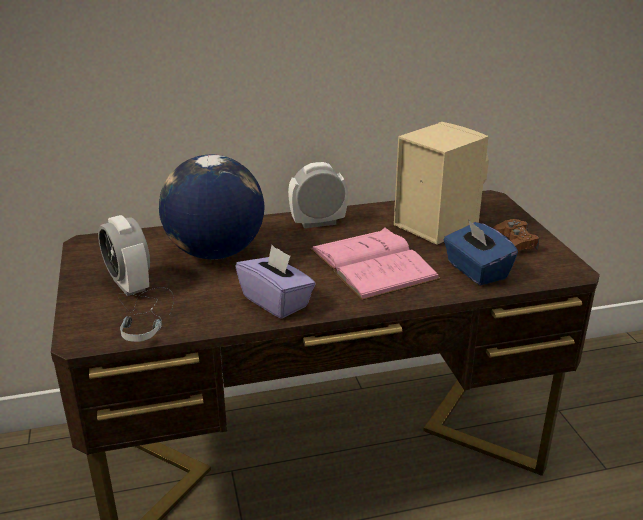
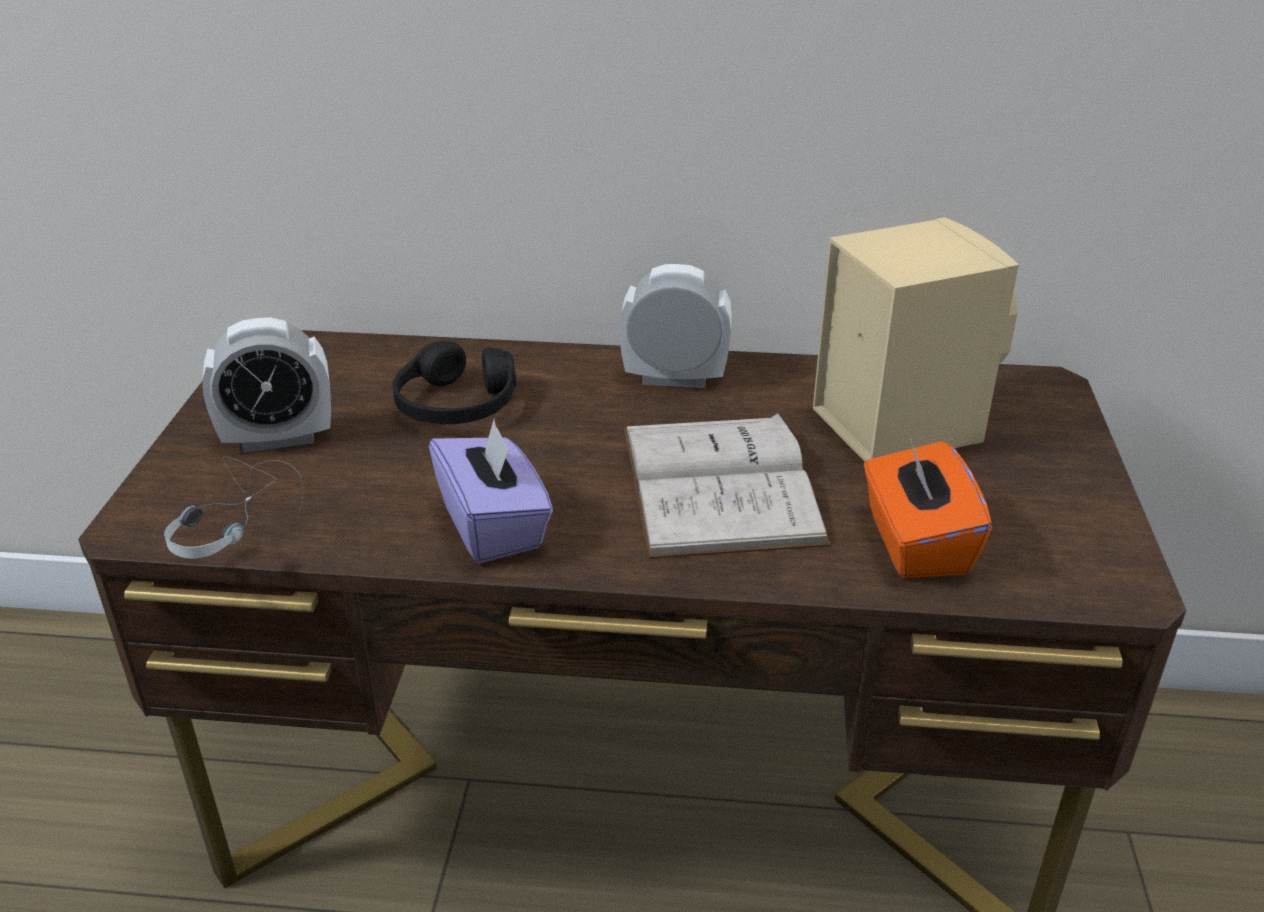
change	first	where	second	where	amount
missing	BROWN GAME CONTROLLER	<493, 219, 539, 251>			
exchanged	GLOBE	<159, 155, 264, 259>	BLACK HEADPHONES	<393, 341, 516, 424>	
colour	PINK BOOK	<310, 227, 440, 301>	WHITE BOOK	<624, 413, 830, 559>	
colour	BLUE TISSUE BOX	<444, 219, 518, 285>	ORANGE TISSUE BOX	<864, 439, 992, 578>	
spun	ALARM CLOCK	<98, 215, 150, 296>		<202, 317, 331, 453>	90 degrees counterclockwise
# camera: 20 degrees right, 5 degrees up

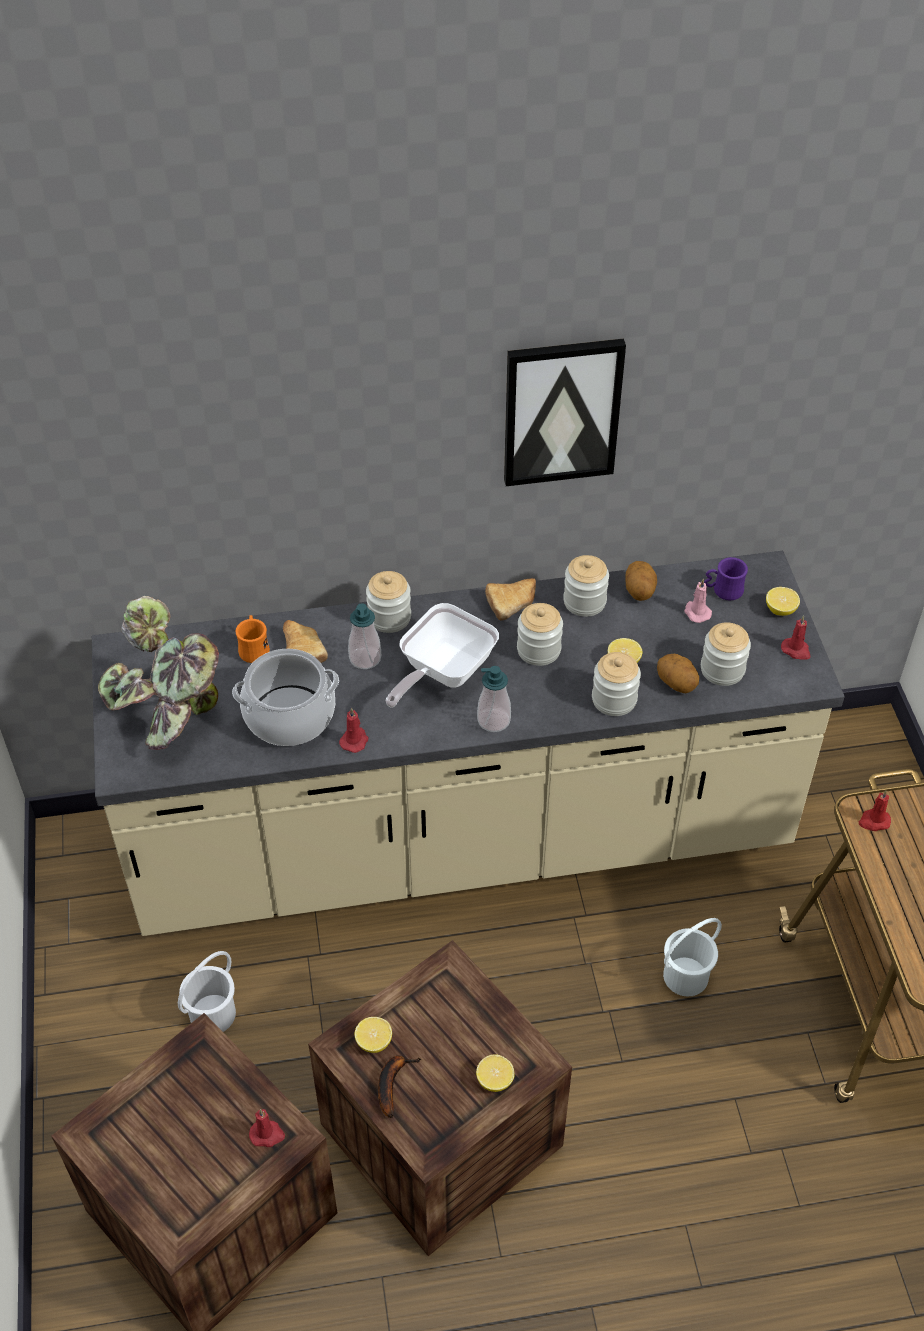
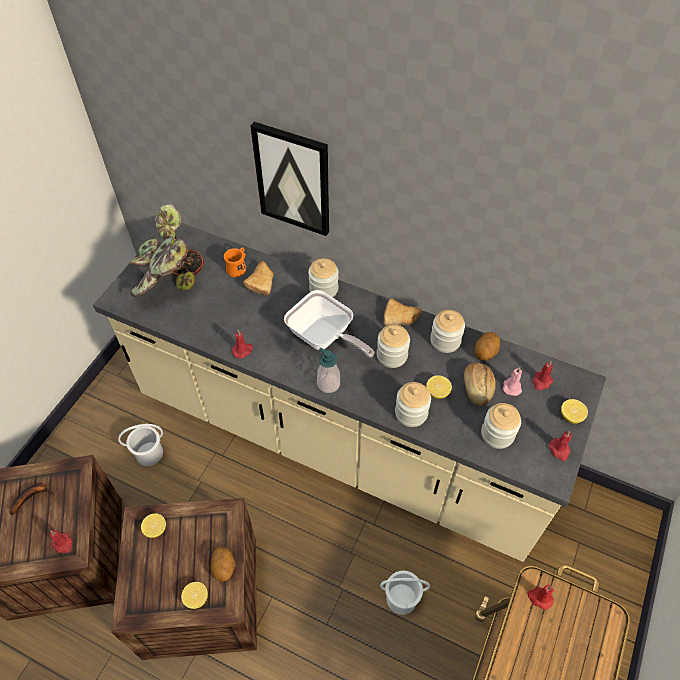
change	first	where	second	where	amount
missing	COOKING POT	<232, 649, 339, 746>			
missing	SOAP DISPENSER	<348, 603, 381, 669>			
appeared			BREAD	<464, 363, 496, 406>	
relocated	BANANA	<378, 1056, 421, 1118>		<10, 483, 53, 515>	
relocated	PICTURE	<504, 338, 626, 486>		<251, 122, 329, 236>	
relocated	POTATO	<657, 654, 699, 693>		<211, 547, 235, 582>	
exchanged	PURPLE MUG	<704, 557, 748, 601>	RED CANDLE	<532, 361, 553, 390>	
spun	FRYING PAN	<386, 603, 499, 707>		<284, 290, 374, 357>	120 degrees counterclockwise
# camera: 35 degrees right, 5 degrees up

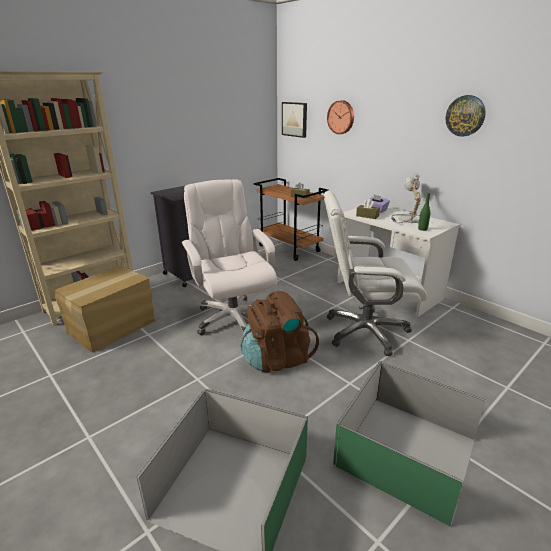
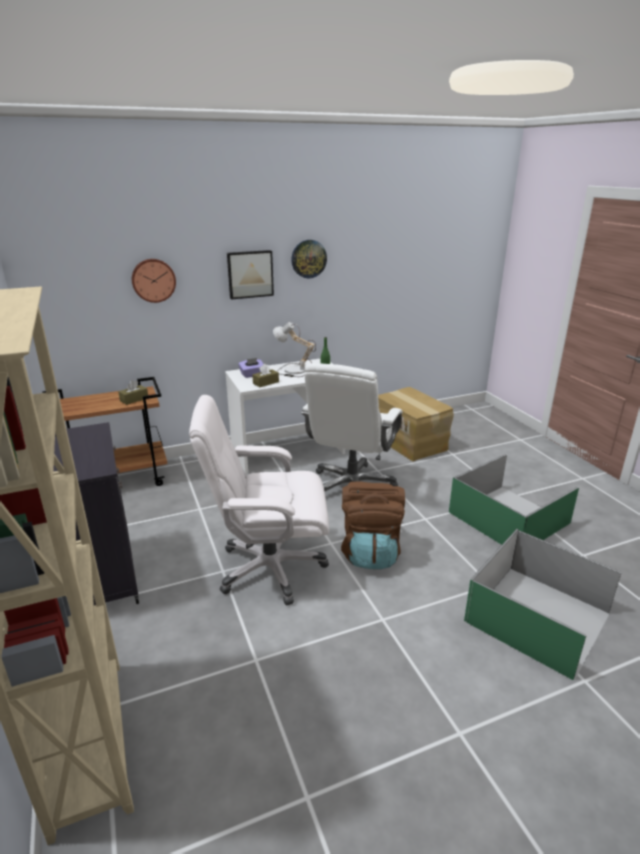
change	first	where	second	where	amount
relocated	CARDBOARD BOX	<54, 266, 156, 353>		<378, 387, 454, 461>	
relocated	PICTURE	<282, 102, 307, 138>		<227, 250, 274, 300>	
# camera: 70 degrees left, 0 degrees up

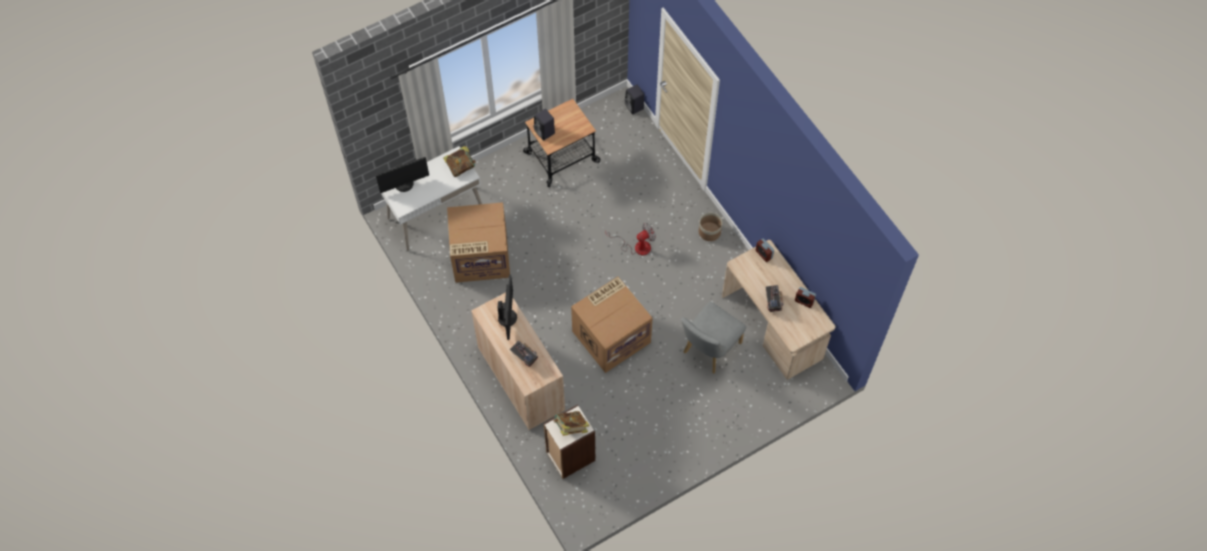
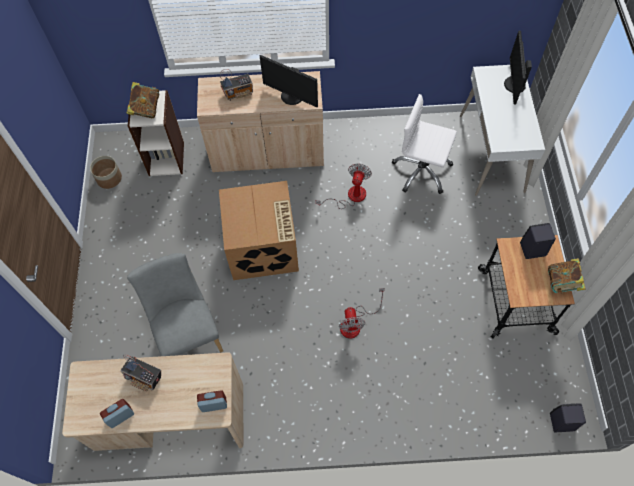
change	first	where	second	where	amount
appeared			FAN	<316, 163, 372, 209>	
relocated	BOOK	<443, 146, 475, 177>		<548, 258, 586, 294>	
relocated	PLANTER	<699, 213, 722, 241>		<90, 156, 122, 189>	
exchanged	CARDBOARD BOX	<447, 202, 510, 283>	WHITE OFFICE CHAIR	<392, 94, 457, 194>	
# camera: 120 degrees right, 0 degrees up

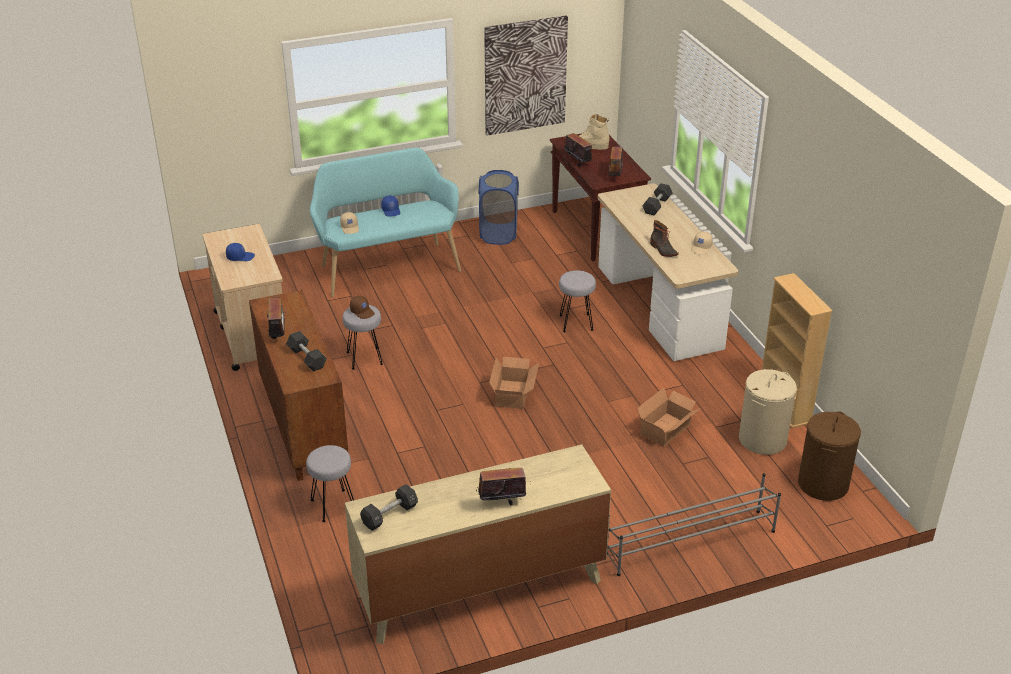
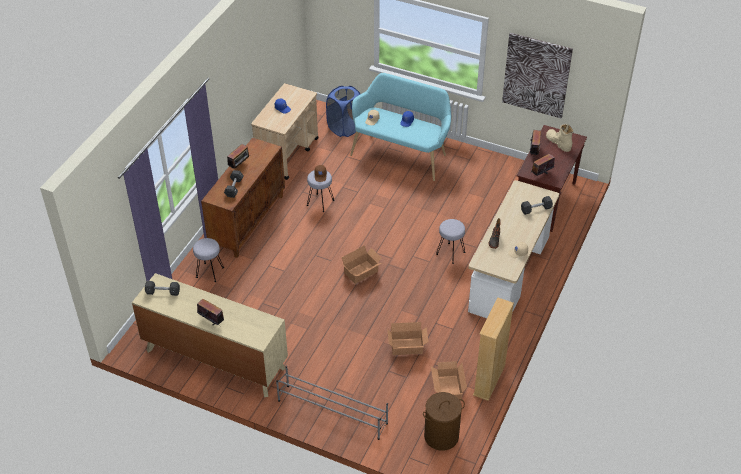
change	first	where	second	where	amount
relocated	BLUE LAUNDRY BASKET	<478, 170, 519, 245>		<326, 86, 360, 137>	
exchanged	BEIGE LAUNDRY BASKET	<739, 369, 797, 455>	CARDBOARD BOX	<431, 361, 467, 401>	
# camera: 45 degrees right, 10 degrees up

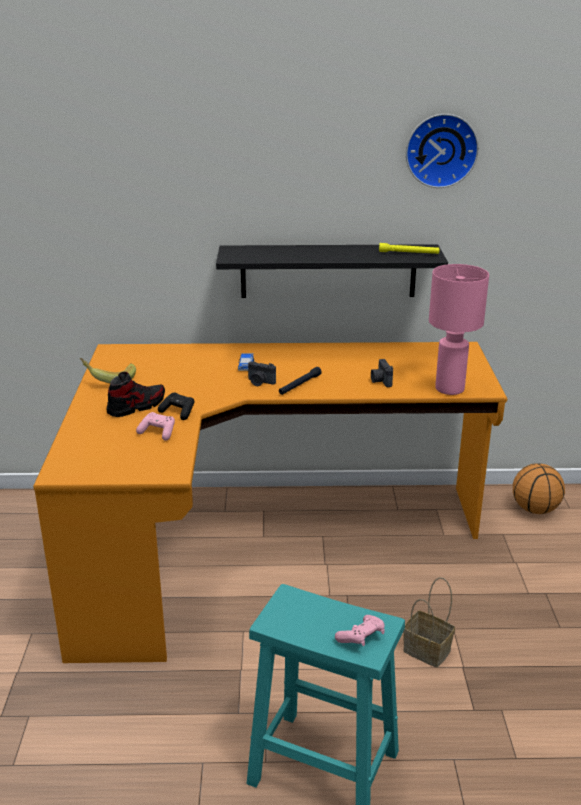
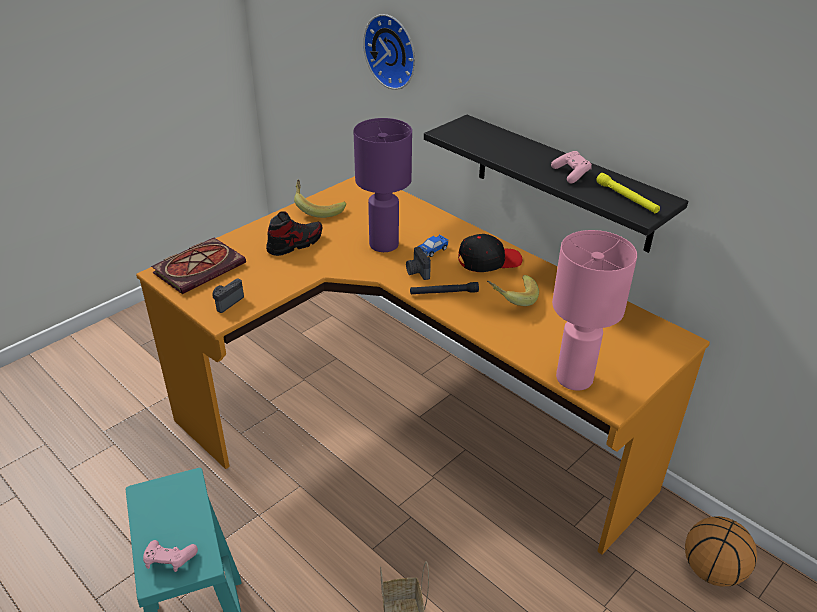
change	first	where	second	where	amount
missing	BLACK GAME CONTROLLER	<158, 392, 195, 420>			
appeared			BOOK	<151, 238, 246, 294>	
appeared			PURPLE TABLE LAMP	<354, 118, 412, 252>	
appeared			BLACK CAP	<458, 234, 522, 272>	
appeared			BANANA	<487, 275, 539, 306>	
relocated	PINK GAME CONTROLLER	<136, 412, 175, 441>		<551, 151, 592, 183>	
relocated	PHOTO CAMERA	<371, 359, 393, 387>		<212, 279, 244, 313>	
relocated	WALL CLOCK	<406, 114, 479, 188>		<363, 14, 415, 90>	
spun	SHOE	<107, 372, 165, 417>		<266, 212, 322, 256>	45 degrees counterclockwise
# camera: 45 degrees right, 10 degrees up

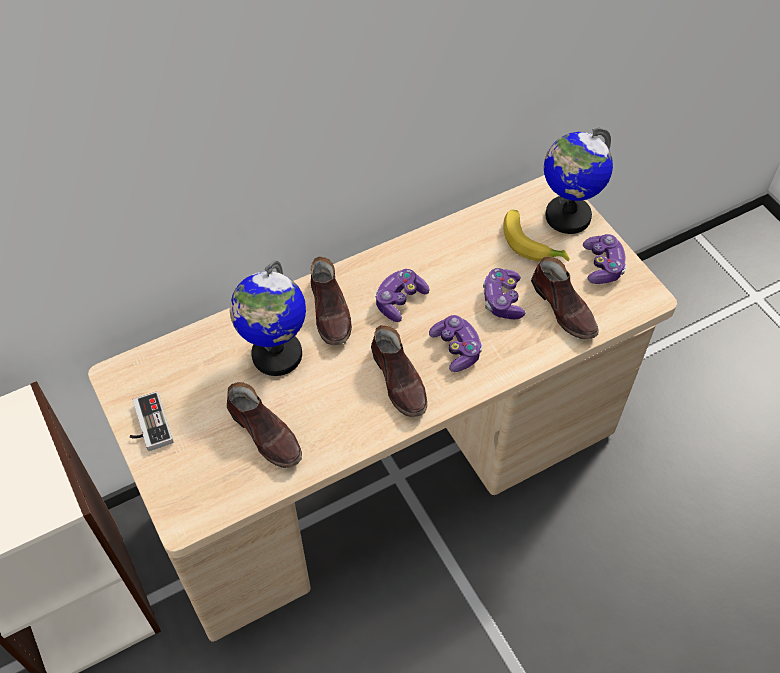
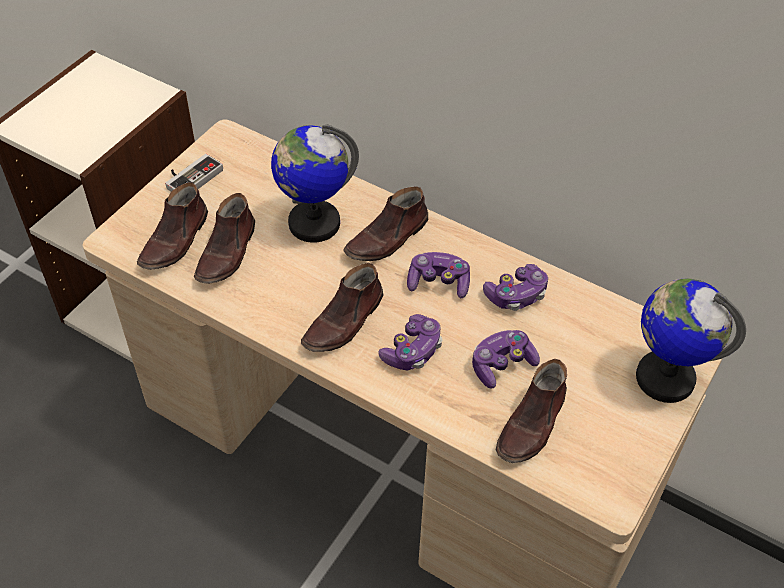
change	first	where	second	where	amount
missing	BANANA	<503, 210, 570, 261>			
appeared			BROWN SHOE	<137, 182, 208, 270>	
relocated	GAME CONTROLLER	<583, 234, 626, 284>		<483, 264, 548, 311>	
# camera: 60 degrees right, 5 degrees down

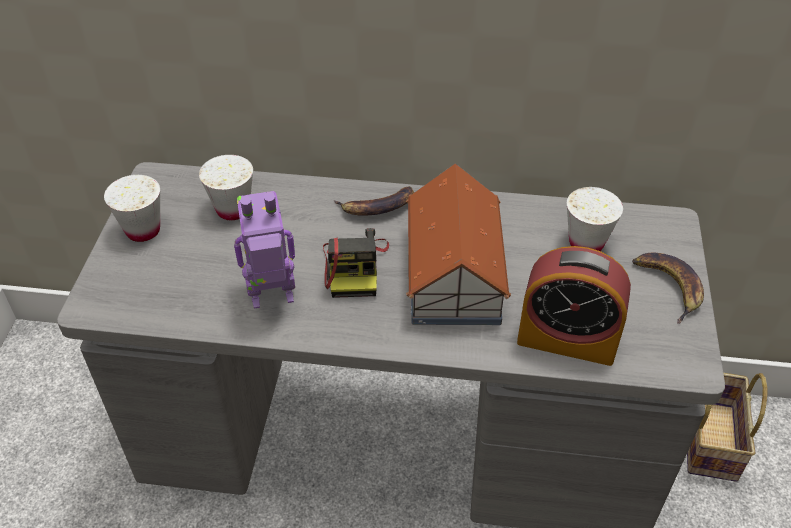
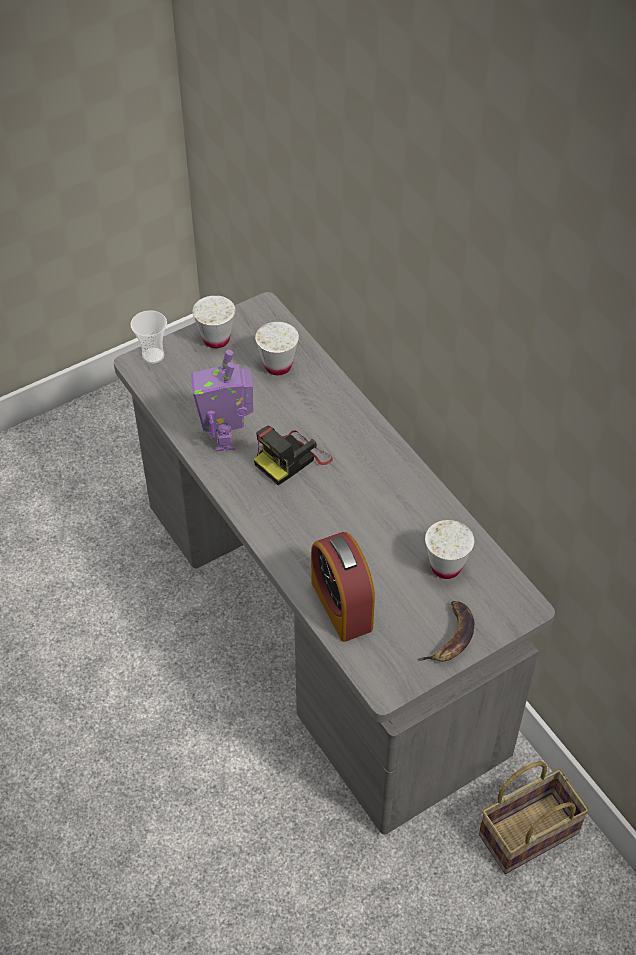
change	first	where	second	where	amount
missing	BANANA	<334, 186, 414, 216>			
missing	TOY HOUSE	<406, 163, 511, 325>			
appeared			CUP	<130, 310, 167, 364>	
spun	TOY ROBOT	<234, 191, 295, 309>		<191, 350, 253, 451>	135 degrees counterclockwise
# camera: 50 degrees right, 5 degrees up

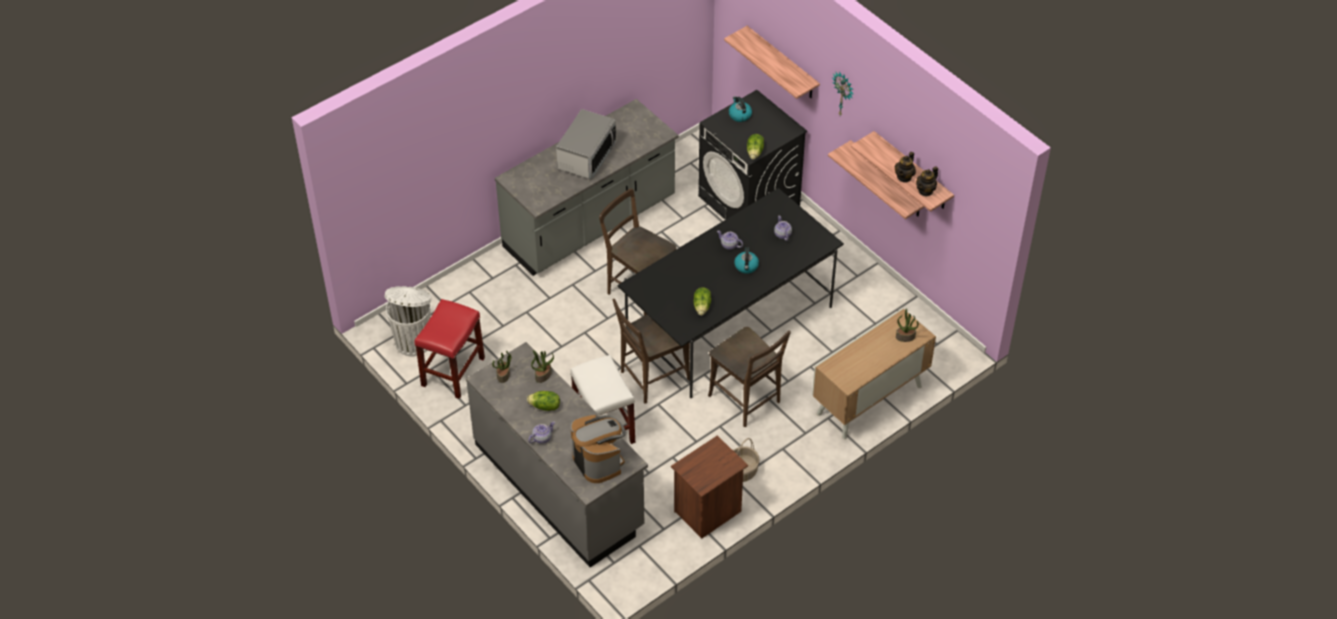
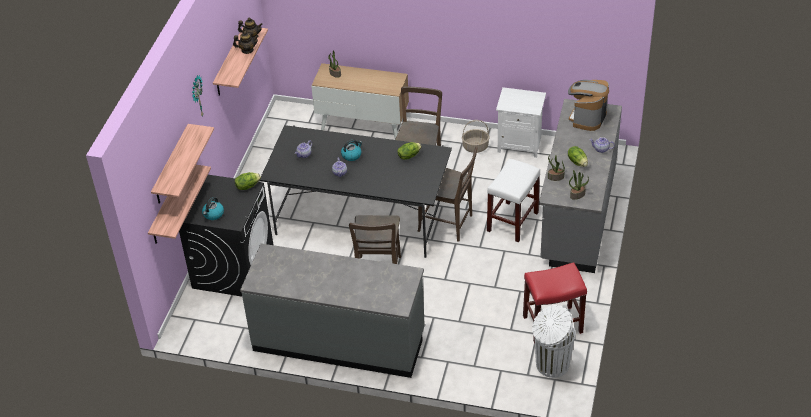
change	first	where	second	where	amount
missing	MICROWAVE	<556, 109, 616, 180>			
relocated	SHELF	<828, 140, 924, 219>		<148, 165, 211, 244>	
colour	BROWN NIGHTSTAND	<671, 435, 748, 538>	WHITE NIGHTSTAND	<496, 87, 546, 158>	
# camera: 125 degrees left, 5 degrees down

